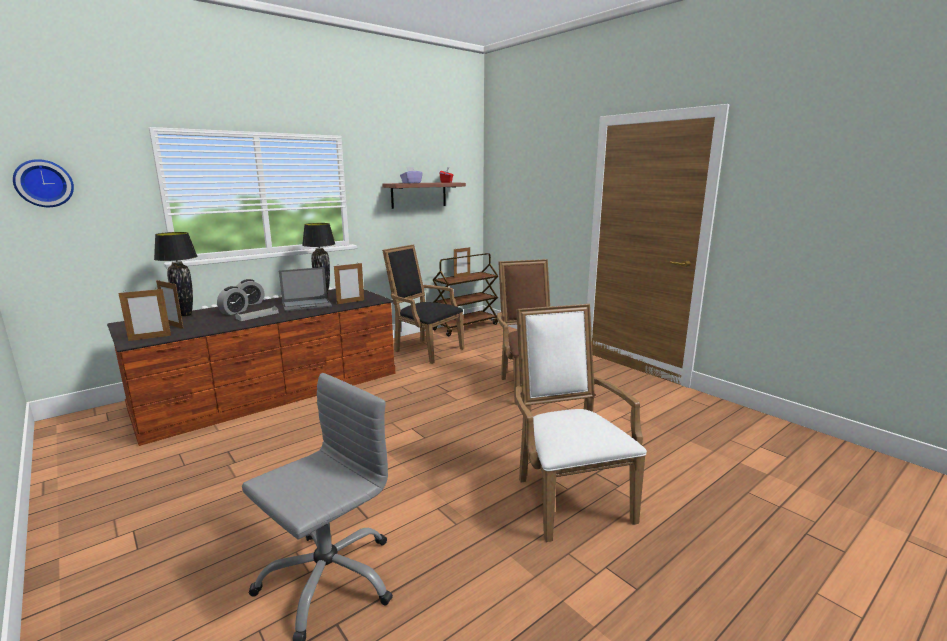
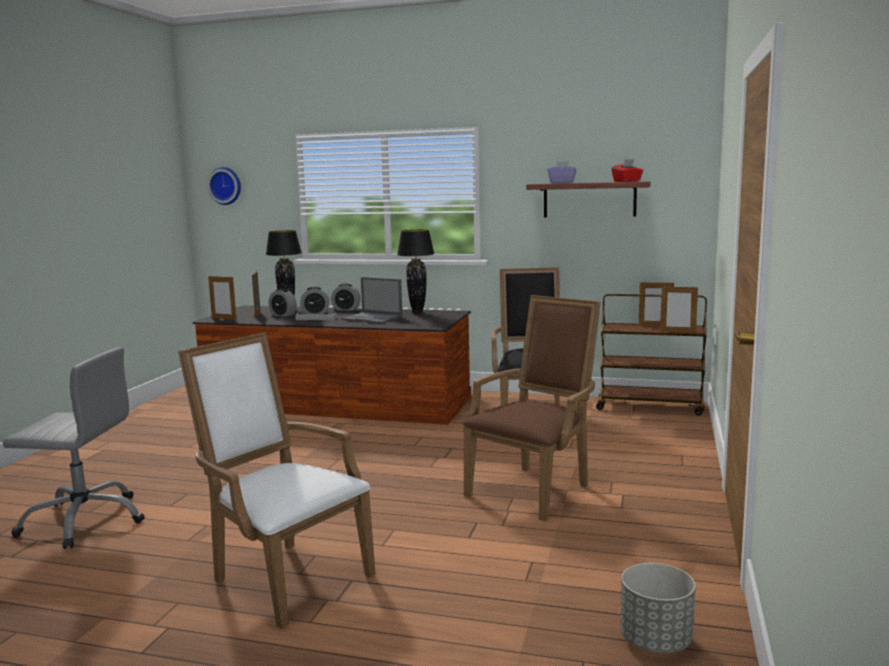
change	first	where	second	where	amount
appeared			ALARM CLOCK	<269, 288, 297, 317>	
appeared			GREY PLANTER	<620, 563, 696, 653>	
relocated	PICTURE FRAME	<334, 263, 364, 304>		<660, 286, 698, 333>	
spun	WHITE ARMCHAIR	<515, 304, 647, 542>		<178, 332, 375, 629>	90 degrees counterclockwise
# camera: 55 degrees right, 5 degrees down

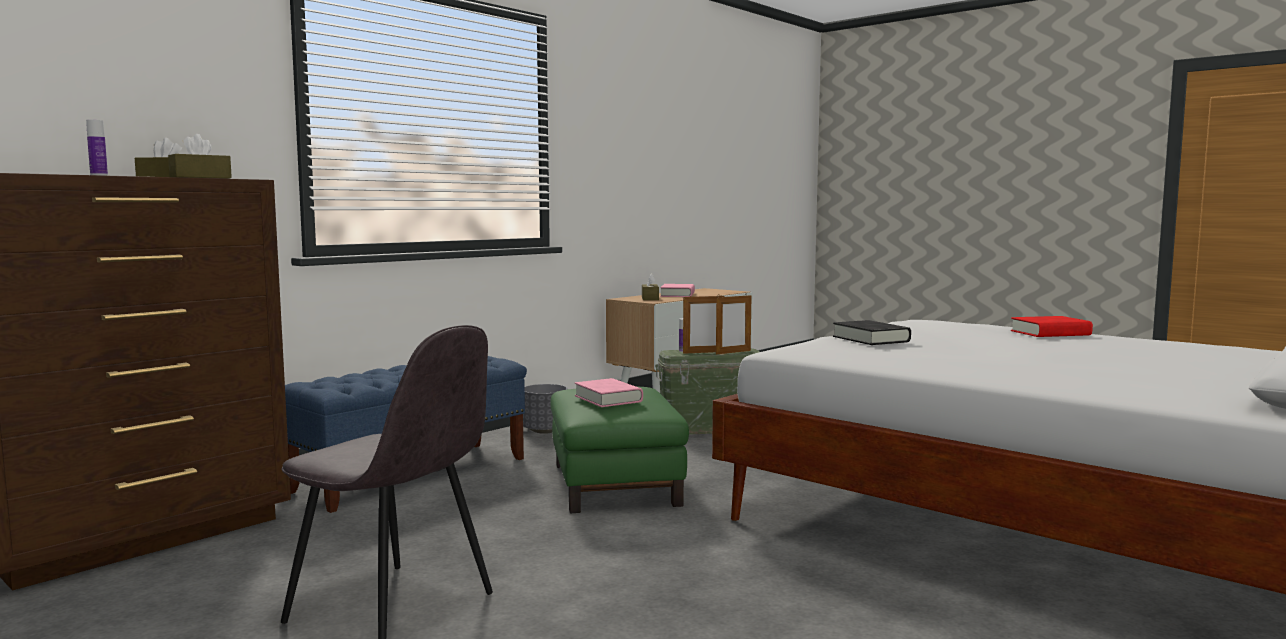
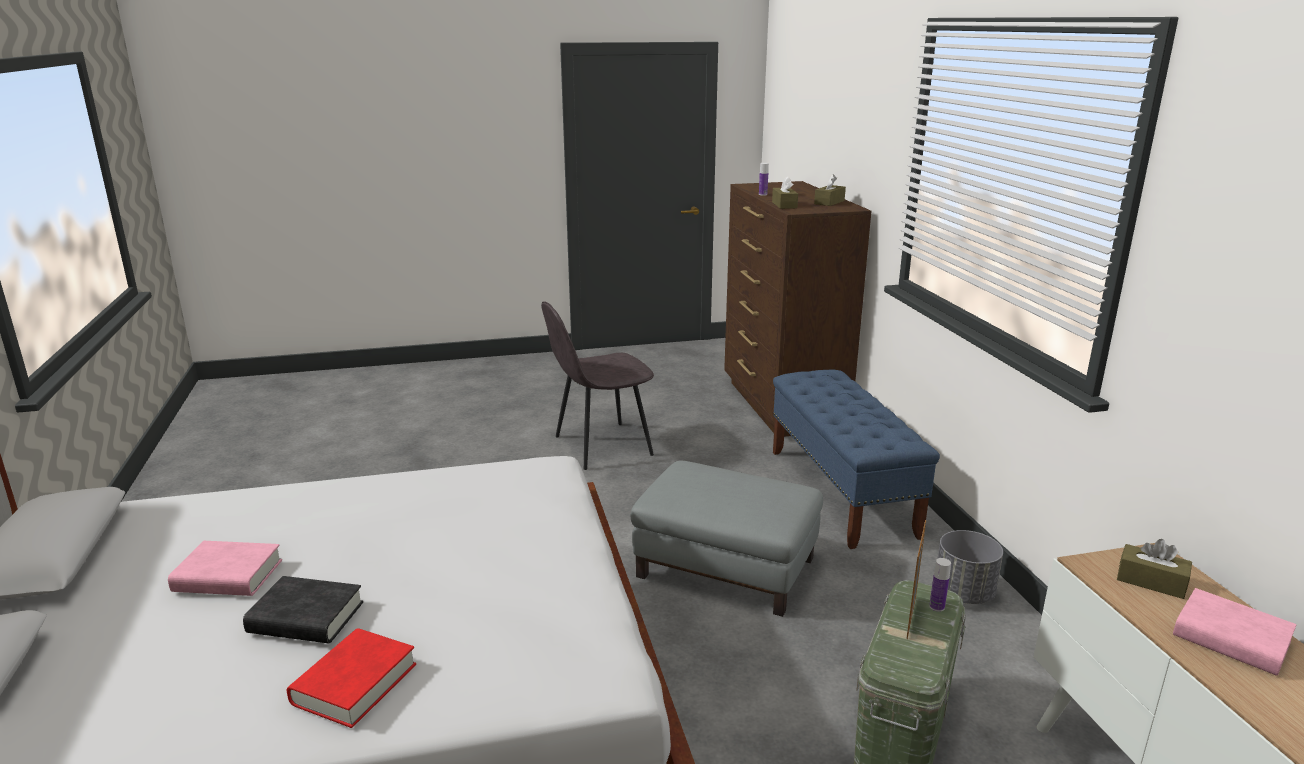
change	first	where	second	where	amount
missing	PICTURE FRAME	<716, 295, 752, 354>			
relocated	PINK BOOK	<575, 378, 643, 407>		<168, 541, 282, 596>	
relocated	BLACK BOOK	<833, 320, 911, 345>		<243, 576, 363, 643>	
colour	GREEN OTTOMAN	<550, 387, 689, 513>	GREY OTTOMAN	<631, 461, 823, 617>	
# camera: 125 degrees right, 15 degrees up

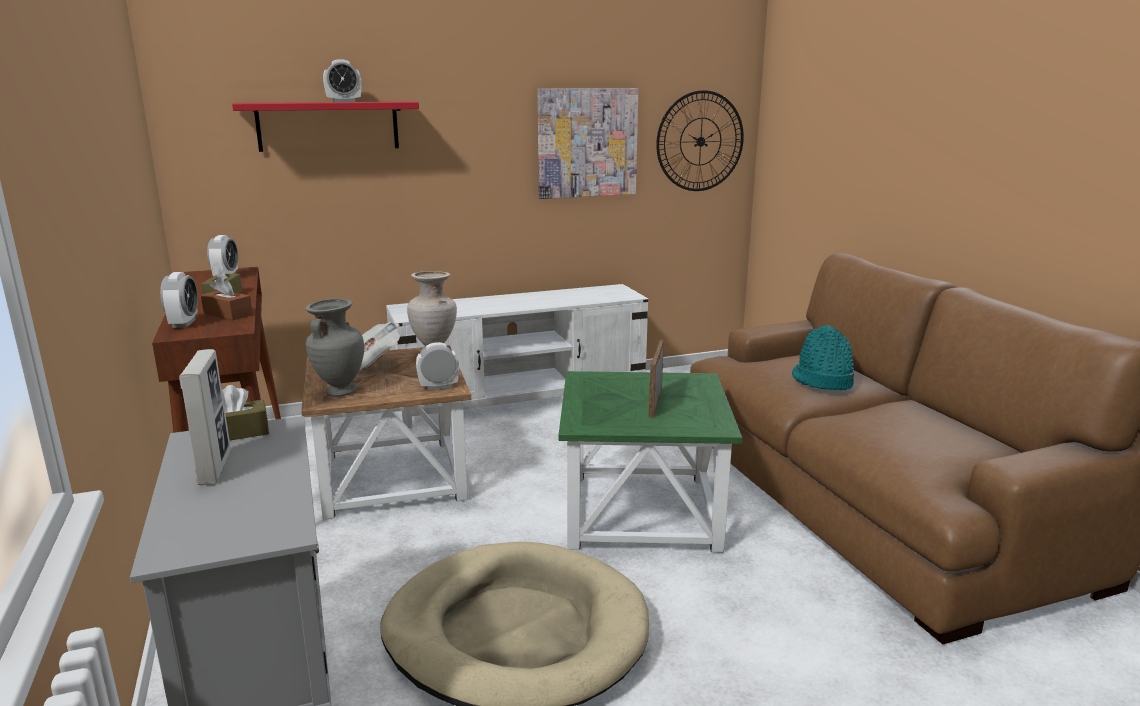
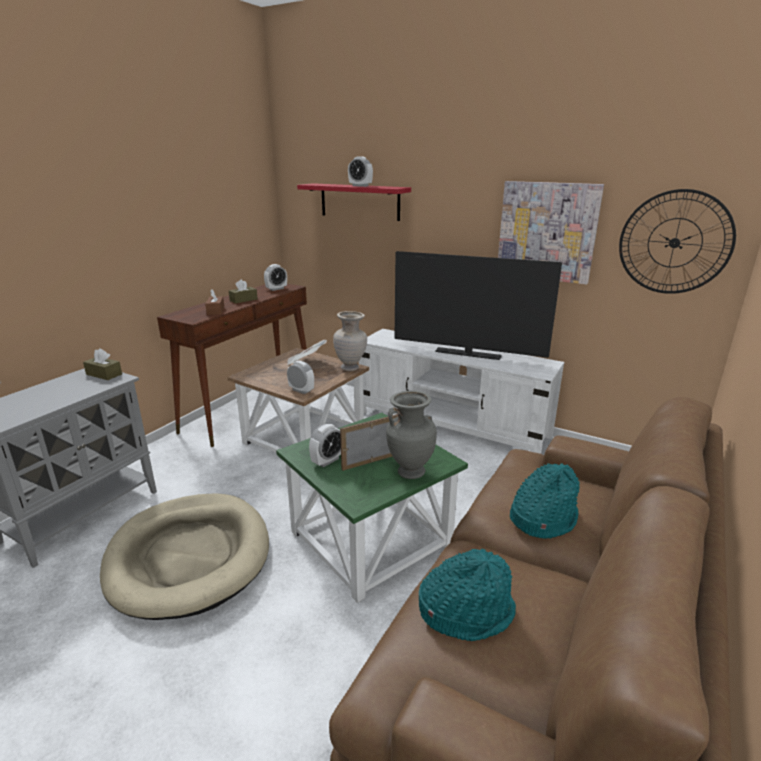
change	first	where	second	where	amount
missing	PICTURE FRAME	<179, 349, 231, 485>			
appeared			TELEVISION	<395, 251, 562, 360>	
appeared			TURQUOISE HAT	<419, 549, 516, 641>	
relocated	ALARM CLOCK	<160, 272, 198, 328>		<309, 424, 341, 467>	
relocated	GREY VASE	<305, 298, 364, 397>		<386, 391, 437, 479>	
# camera: 50 degrees right, 5 degrees up

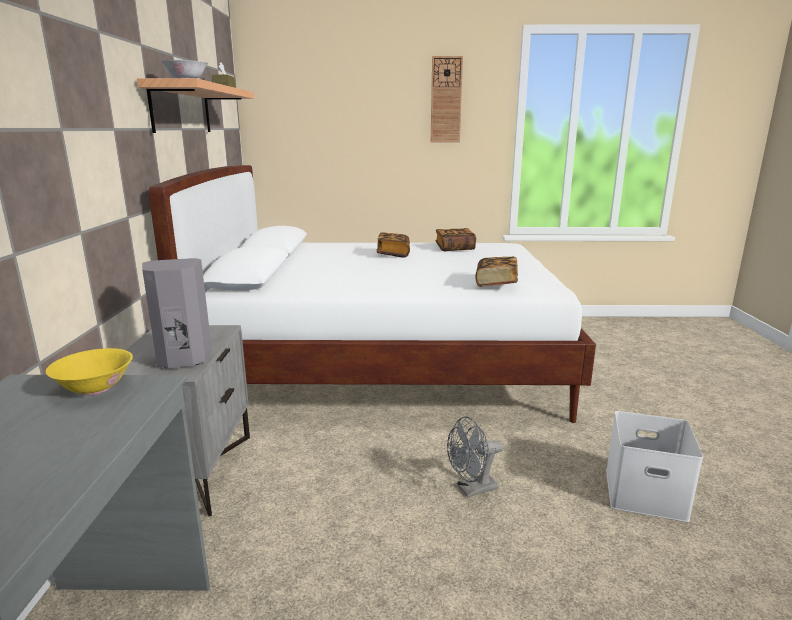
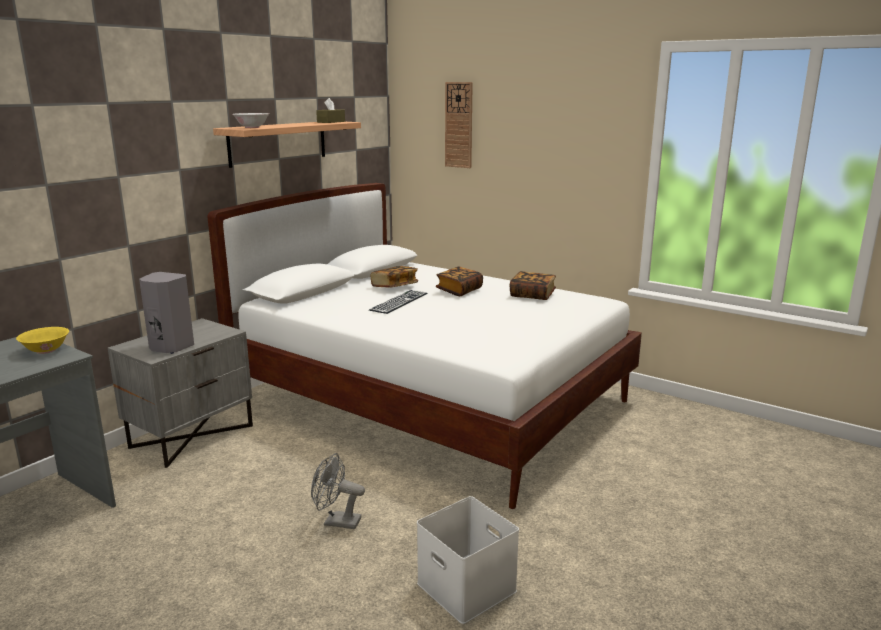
change	first	where	second	where	amount
appeared			KEYBOARD	<369, 290, 428, 314>	
relocated	WALL CLOCK	<431, 56, 463, 142>		<445, 82, 473, 168>	
relocated	BOOK	<475, 257, 518, 287>		<370, 266, 418, 288>	
# camera: 35 degrees right, 0 degrees up

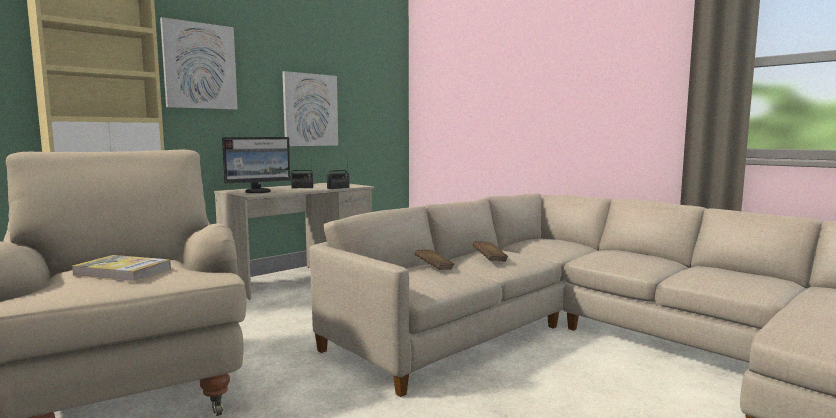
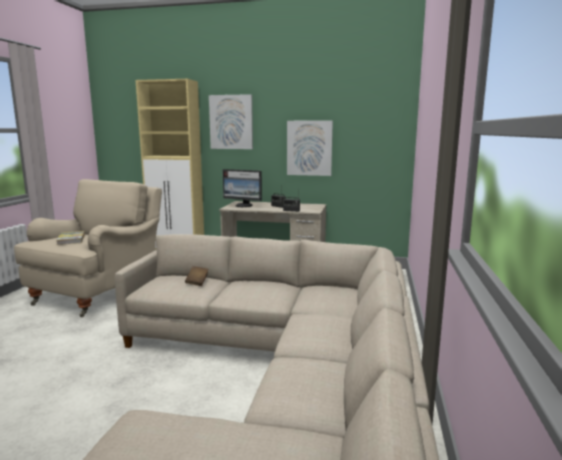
change	first	where	second	where	amount
missing	BROWN BOOK	<472, 241, 508, 262>			
# camera: 55 degrees right, 5 degrees up

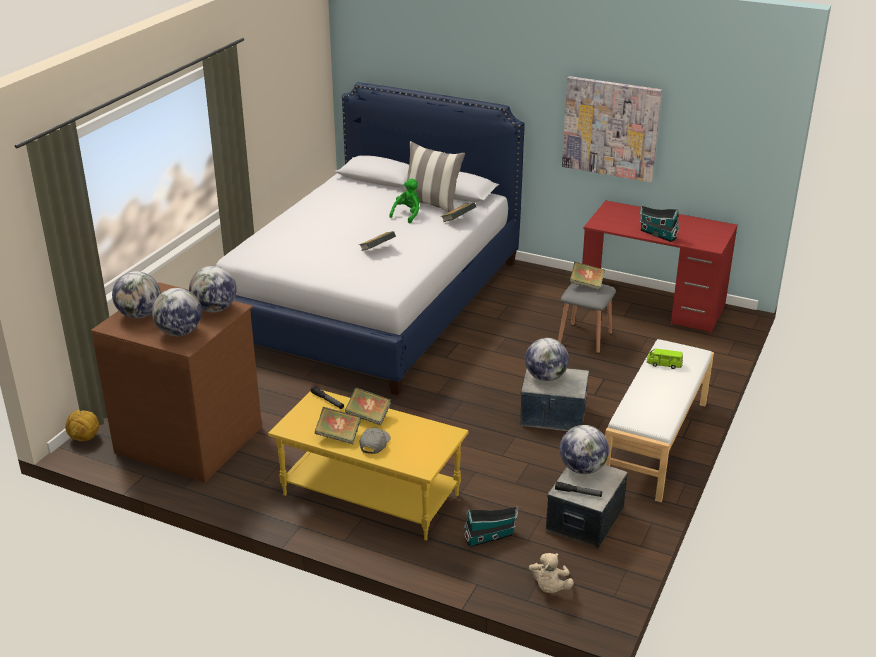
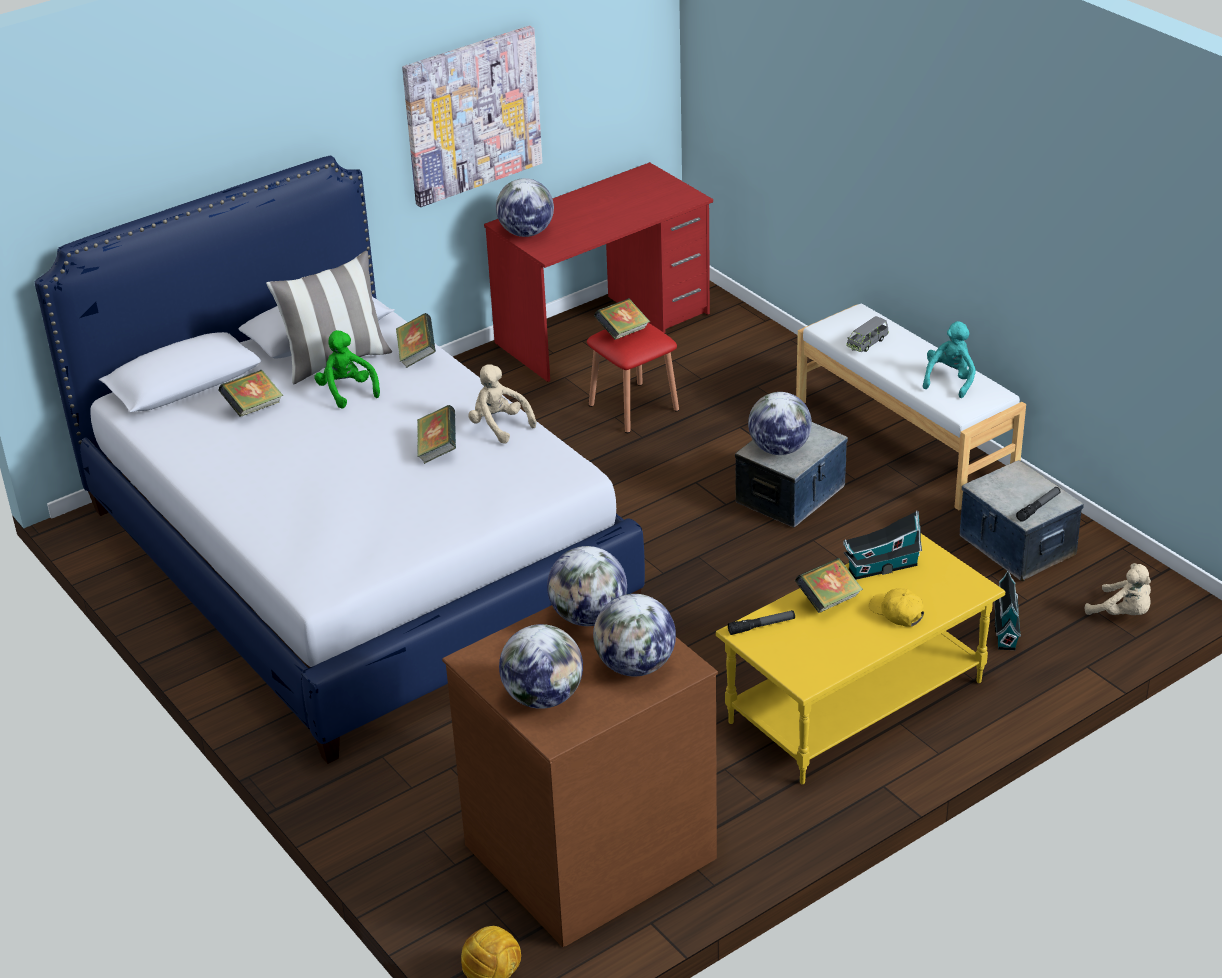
change	first	where	second	where	amount
appeared			BEIGE PLUSH TOY	<468, 364, 536, 444>	
appeared			TURQUOISE PLUSH TOY	<923, 321, 976, 398>	
relocated	BOOK	<315, 407, 361, 444>		<219, 370, 283, 417>	
relocated	GLOBE	<560, 425, 609, 474>		<496, 178, 554, 237>	
relocated	TOY HOUSE	<640, 206, 680, 242>		<843, 511, 922, 580>	
colour	GREY CAP	<360, 428, 391, 454>	YELLOW CAP	<869, 588, 924, 627>	
colour	GREY STOOL	<558, 283, 616, 354>	RED STOOL	<587, 323, 679, 433>	
colour	GREEN TOY CAR	<647, 349, 683, 369>	GREY TOY CAR	<846, 316, 889, 352>	
# camera: 60 degrees left, 5 degrees up

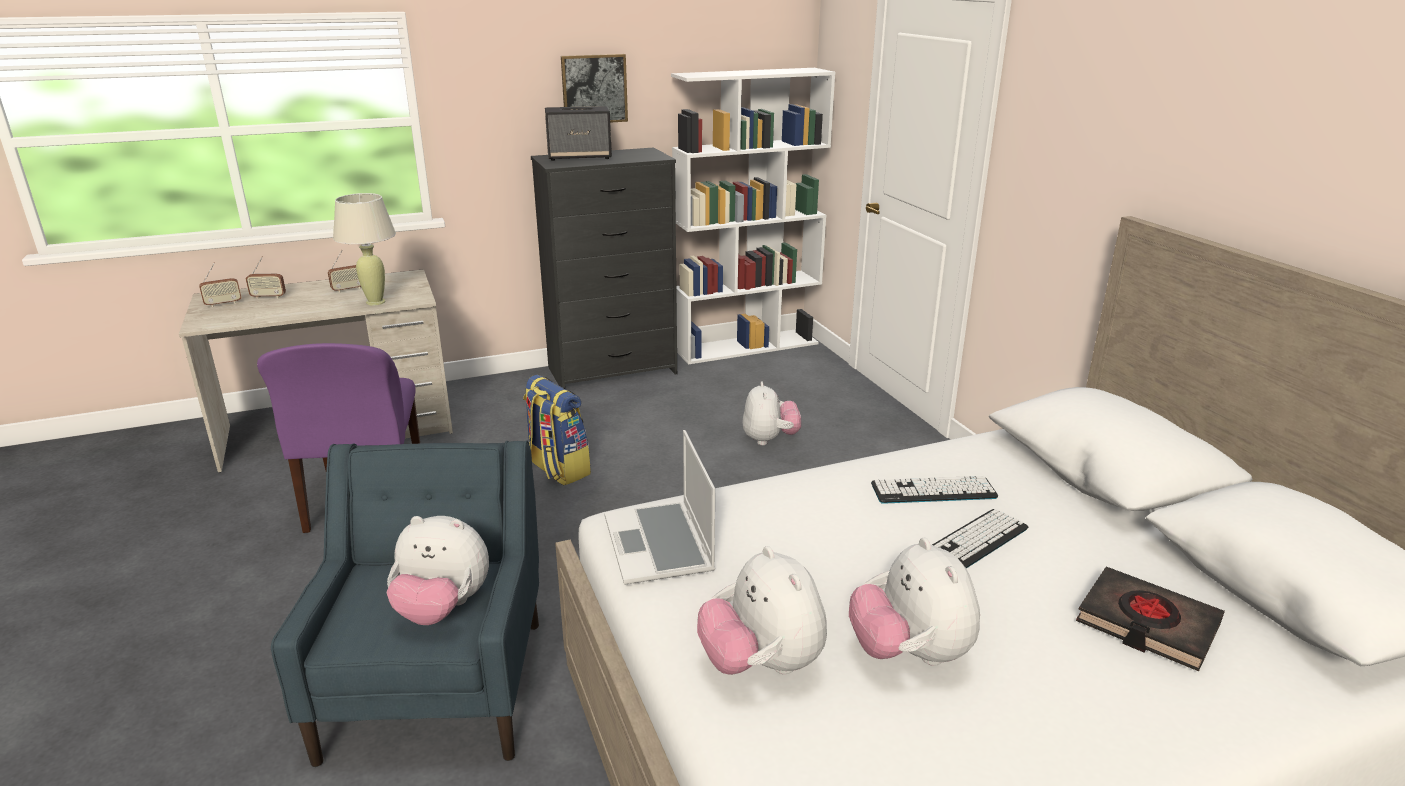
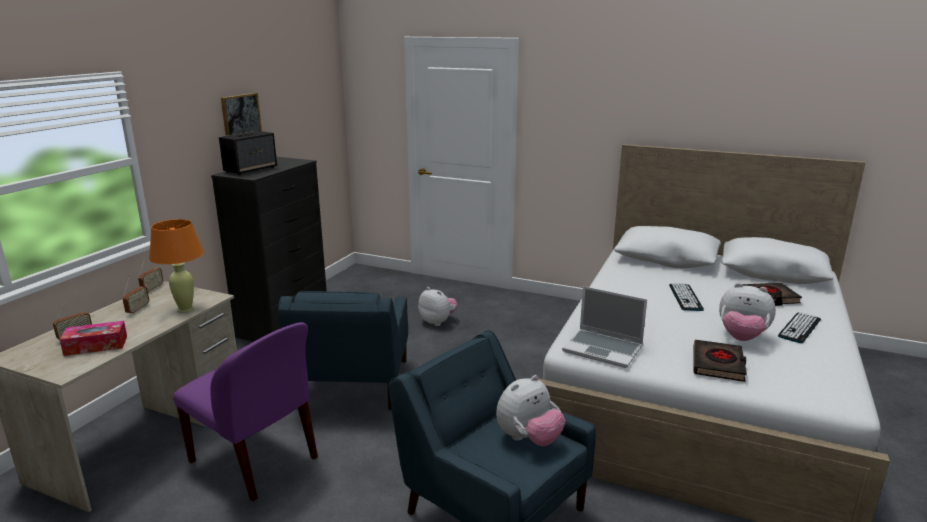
change	first	where	second	where	amount
missing	WHITE BOOKCASE	<671, 68, 835, 365>			
appeared			TISSUE BOX	<59, 321, 127, 356>	
relocated	RADIO	<199, 263, 242, 307>		<138, 258, 164, 293>	
relocated	KEYBOARD	<871, 476, 998, 504>		<778, 312, 821, 344>	
exchanged	BACKPACK	<523, 375, 591, 485>	BLUE ARMCHAIR	<278, 291, 408, 411>	
exchanged	PLUSH TOY	<697, 546, 827, 675>	BLACK BOOK	<694, 340, 747, 382>	
colour	BEIGE TABLE LAMP	<333, 193, 396, 305>	ORANGE TABLE LAMP	<149, 219, 204, 313>	
# camera: 45 degrees left, 5 degrees down

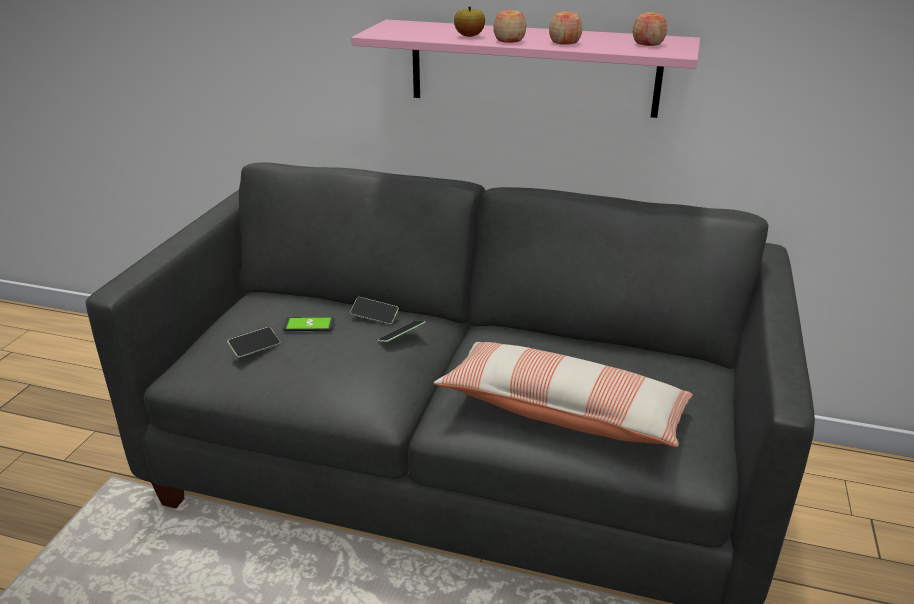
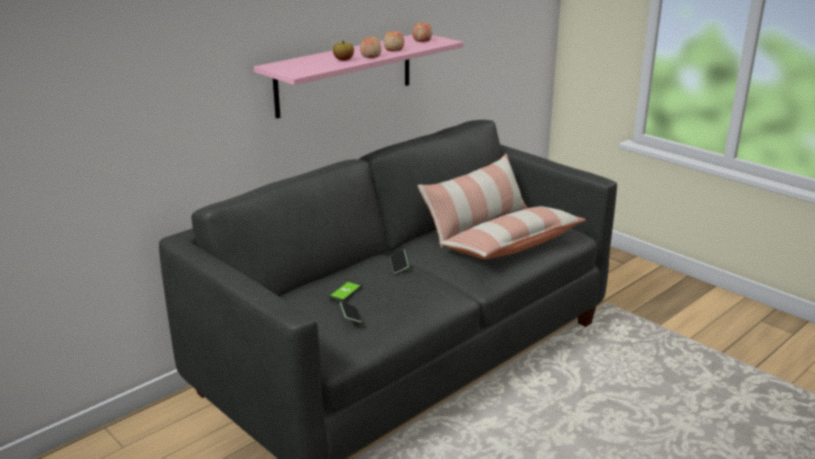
change	first	where	second	where	amount
missing	PHONE	<350, 297, 399, 325>			
appeared			PILLOW	<418, 154, 527, 248>	
# camera: 60 degrees left, 5 degrees down

